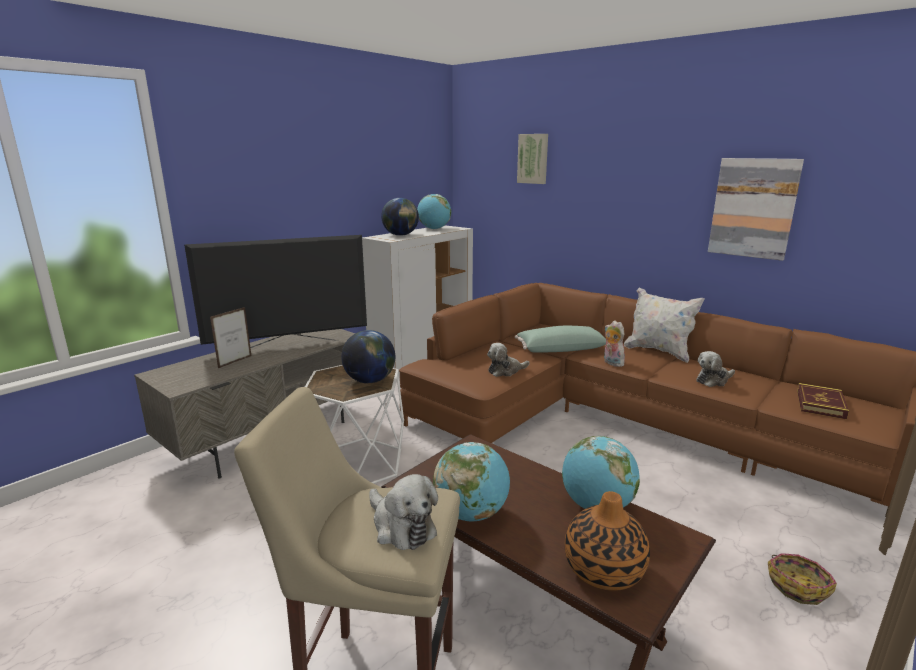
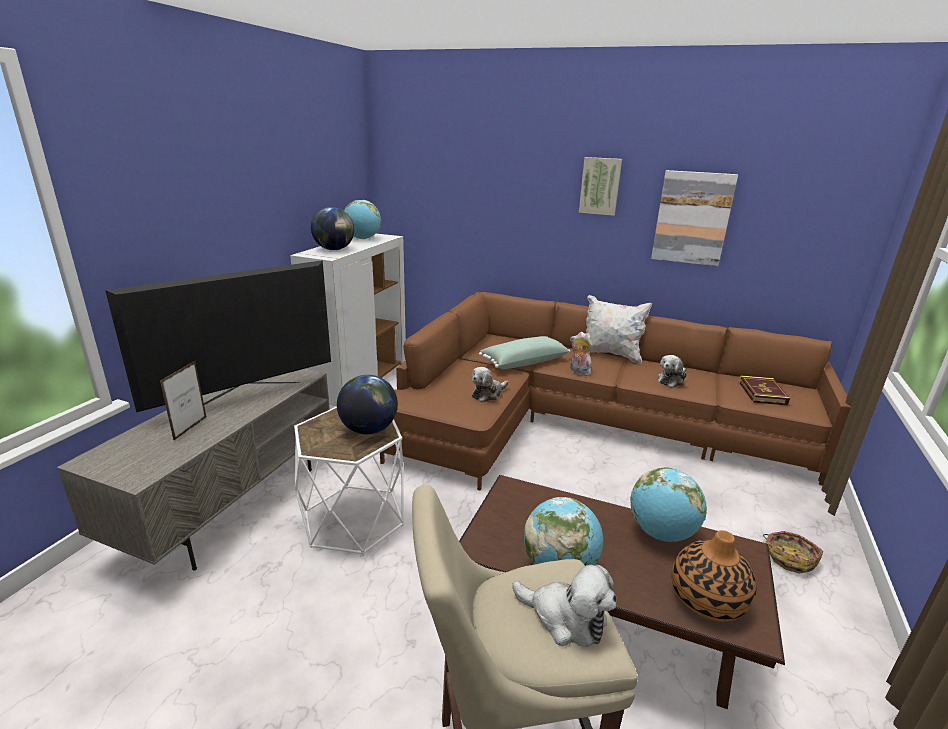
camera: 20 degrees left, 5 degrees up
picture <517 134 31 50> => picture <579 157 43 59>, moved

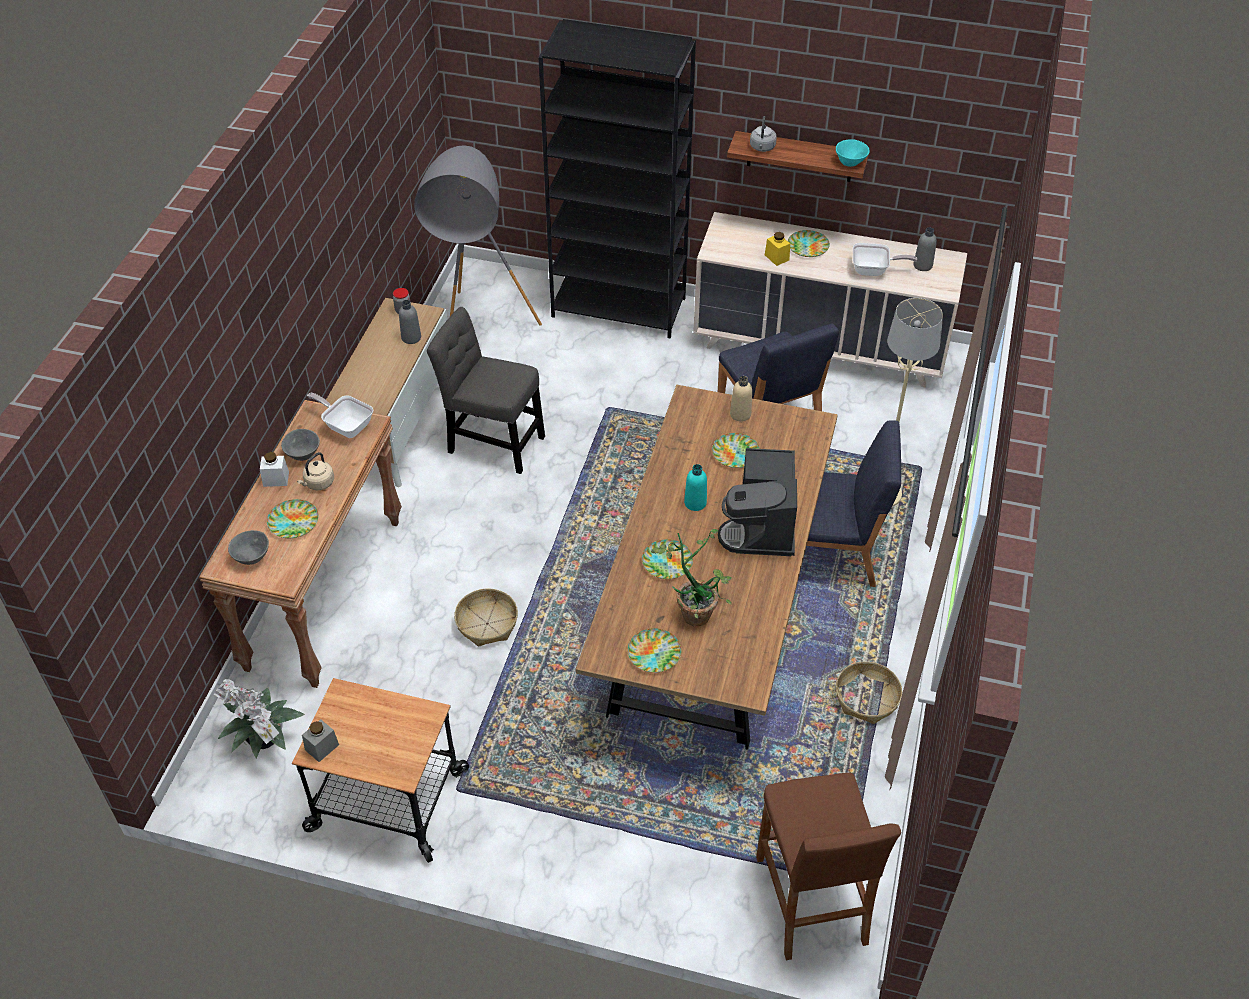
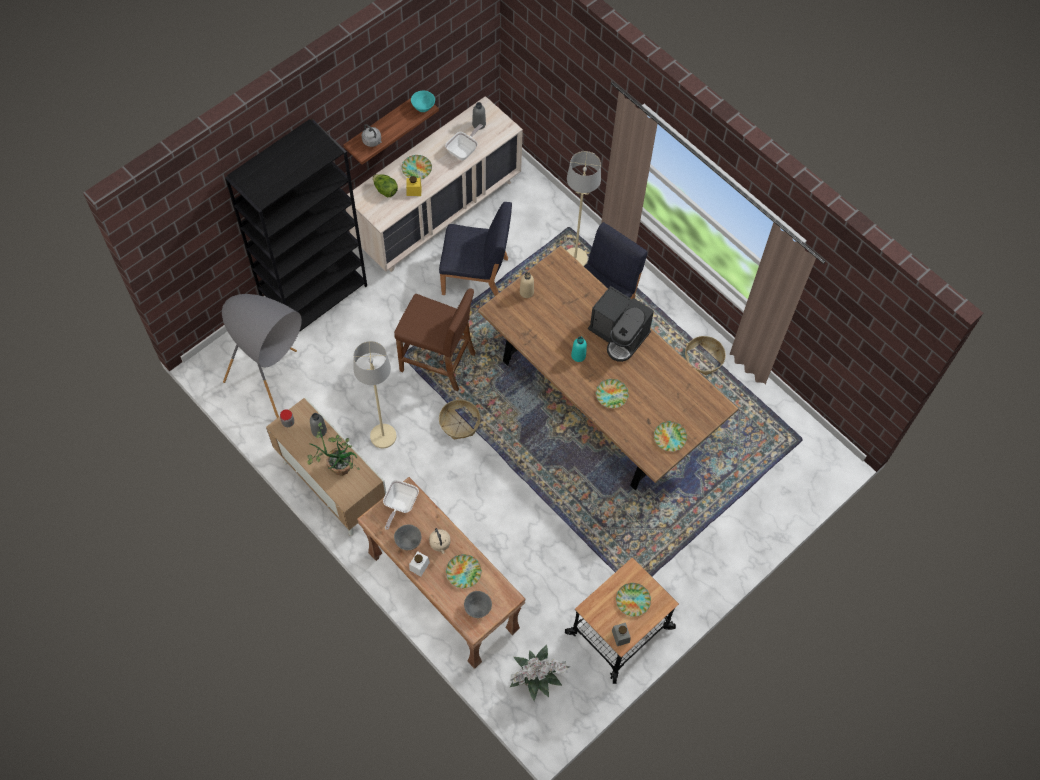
camera: 60 degrees left, 15 degrees up
grey chair <427 307 118 167> => beige floor lamp <353 341 44 107>
frying pan <307 393 66 45> => frying pan <383 480 36 50>, 45 degrees counterclockwise
plate <712 433 48 35> => plate <616 583 35 34>, moved
potted plant <651 529 81 97> => potted plant <307 422 53 54>, moved
basket <454 589 64 58> => basket <439 399 42 41>, moved
brown stool <756 772 145 188> => brown stool <394 288 82 103>, moved
nothing => lettuce <373 174 25 23>

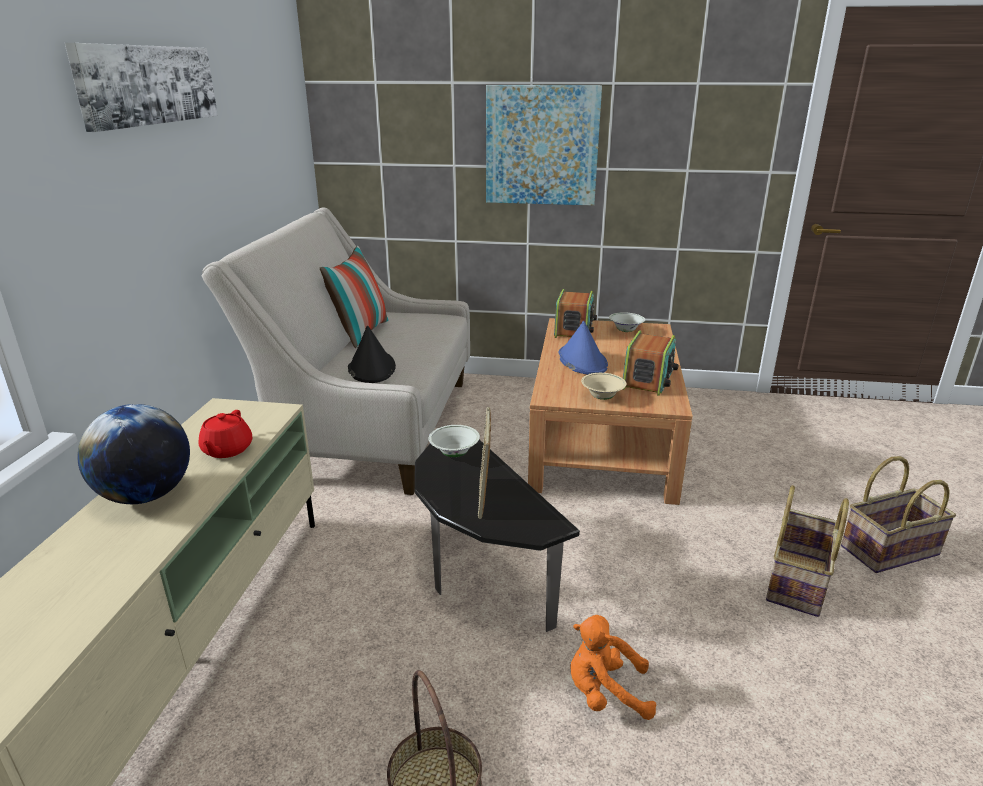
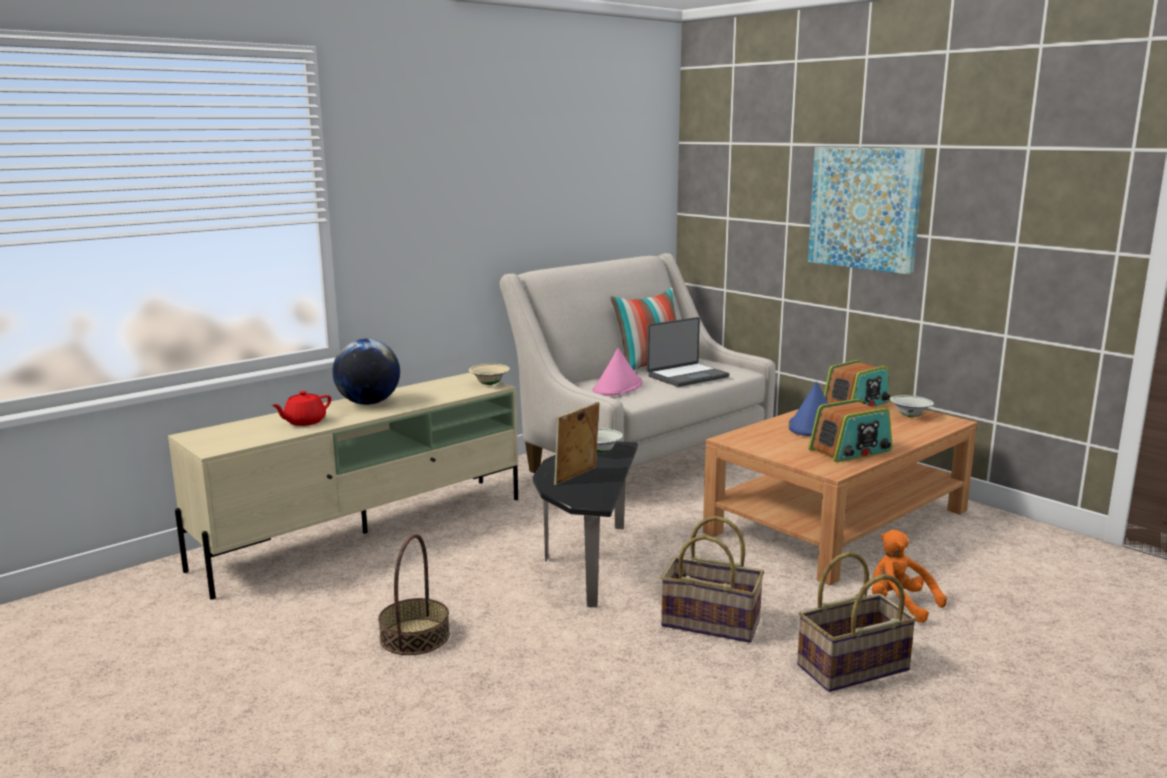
camera: 40 degrees right, 10 degrees down
picture <65 43 153 89> => nothing
black hat <348 326 48 57> => pink hat <592 348 50 48>
beige bowl <581 373 46 27> => beige bowl <469 364 41 21>, moved
red teapot <199 410 53 48> => red teapot <271 391 60 35>, moved
basket <841 456 115 117> => basket <661 516 103 127>, moved
orange plush toy <570 615 86 105> => orange plush toy <872 530 75 93>, moved
nothing => laptop <647 317 83 70>

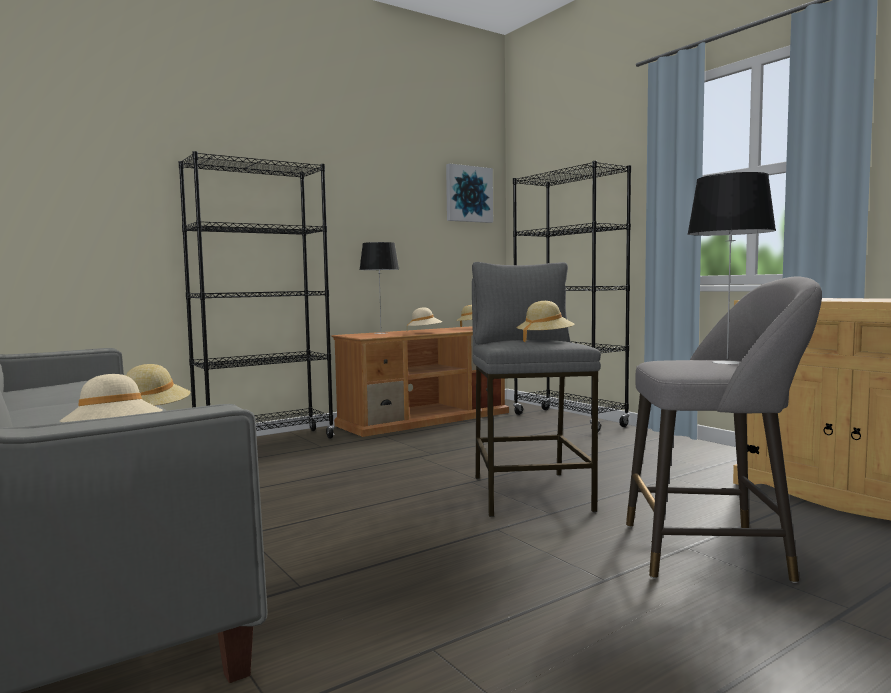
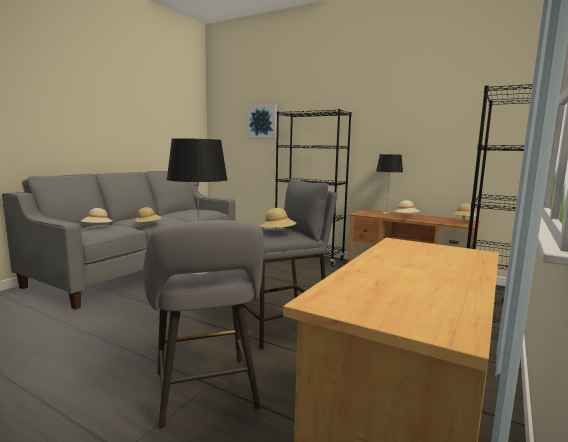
camera: 65 degrees right, 5 degrees up
picture <446 164 47 59> => picture <248 104 29 35>, moved

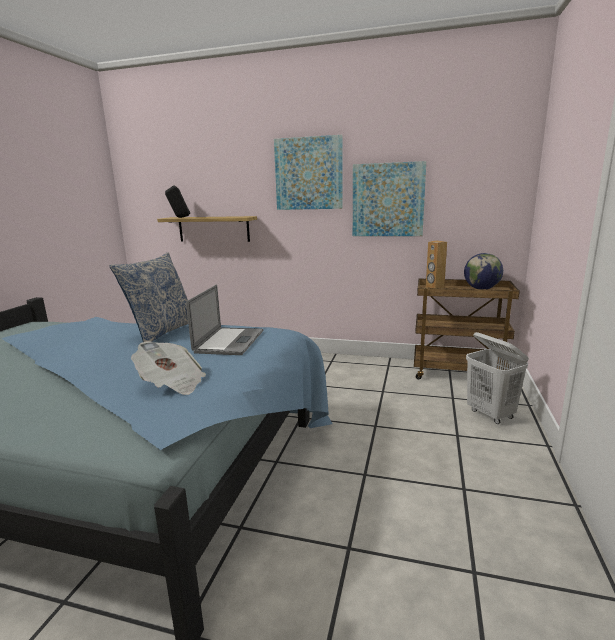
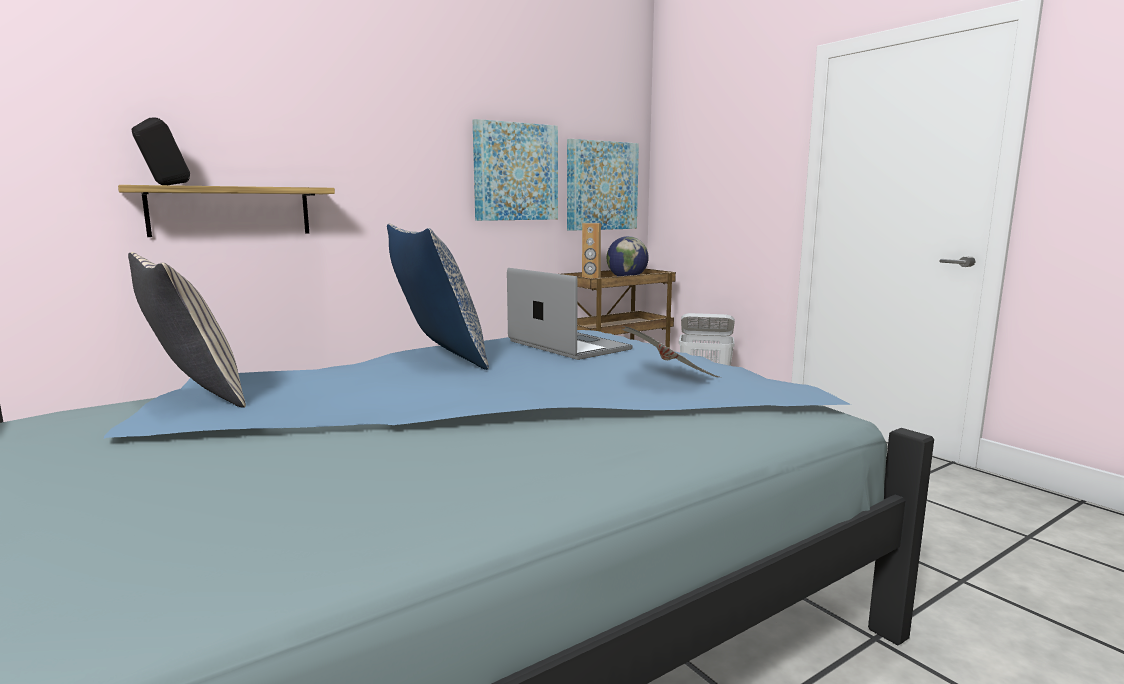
camera: 50 degrees left, 5 degrees down
picture <274 135 69 75> => picture <567 139 72 92>, moved
nothing => beige pillow <128 252 118 156>

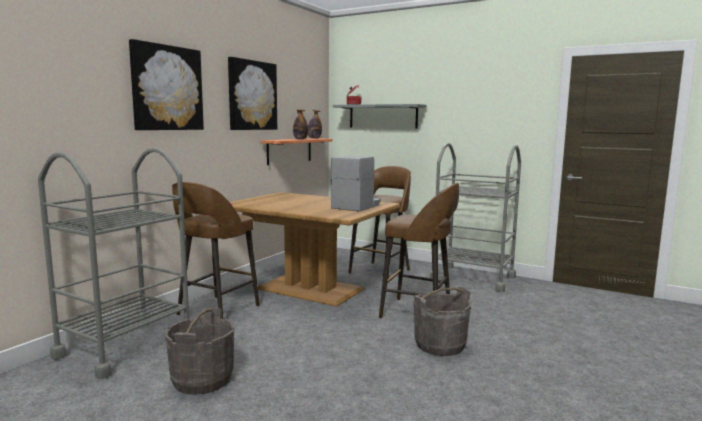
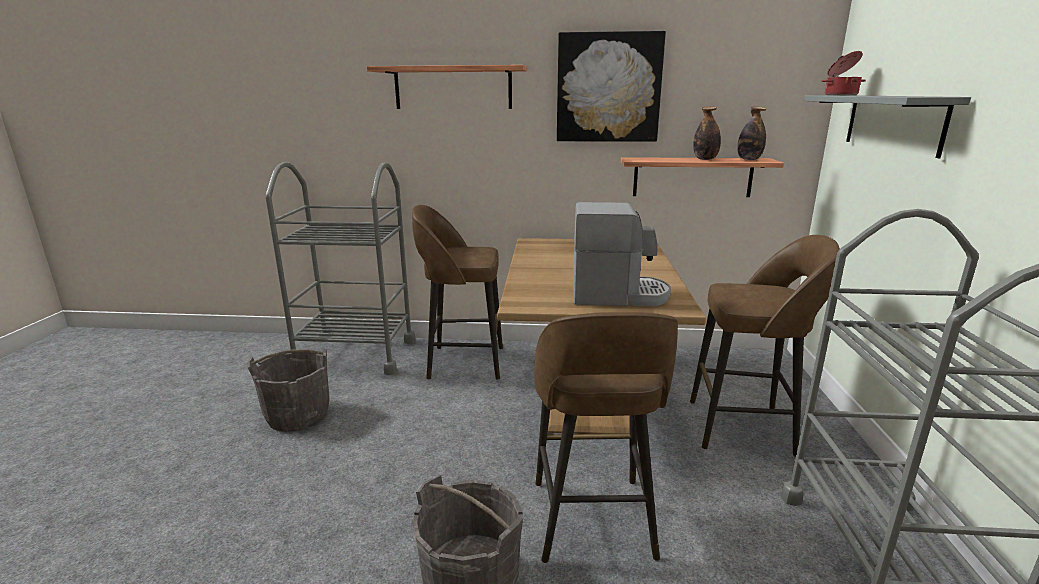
camera: 65 degrees right, 10 degrees up
picture <129 39 75 91> => shelf <367 65 160 44>

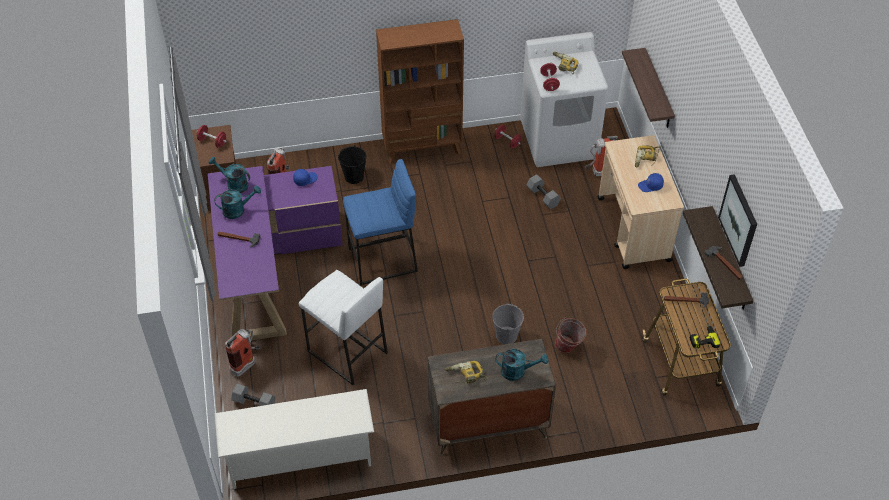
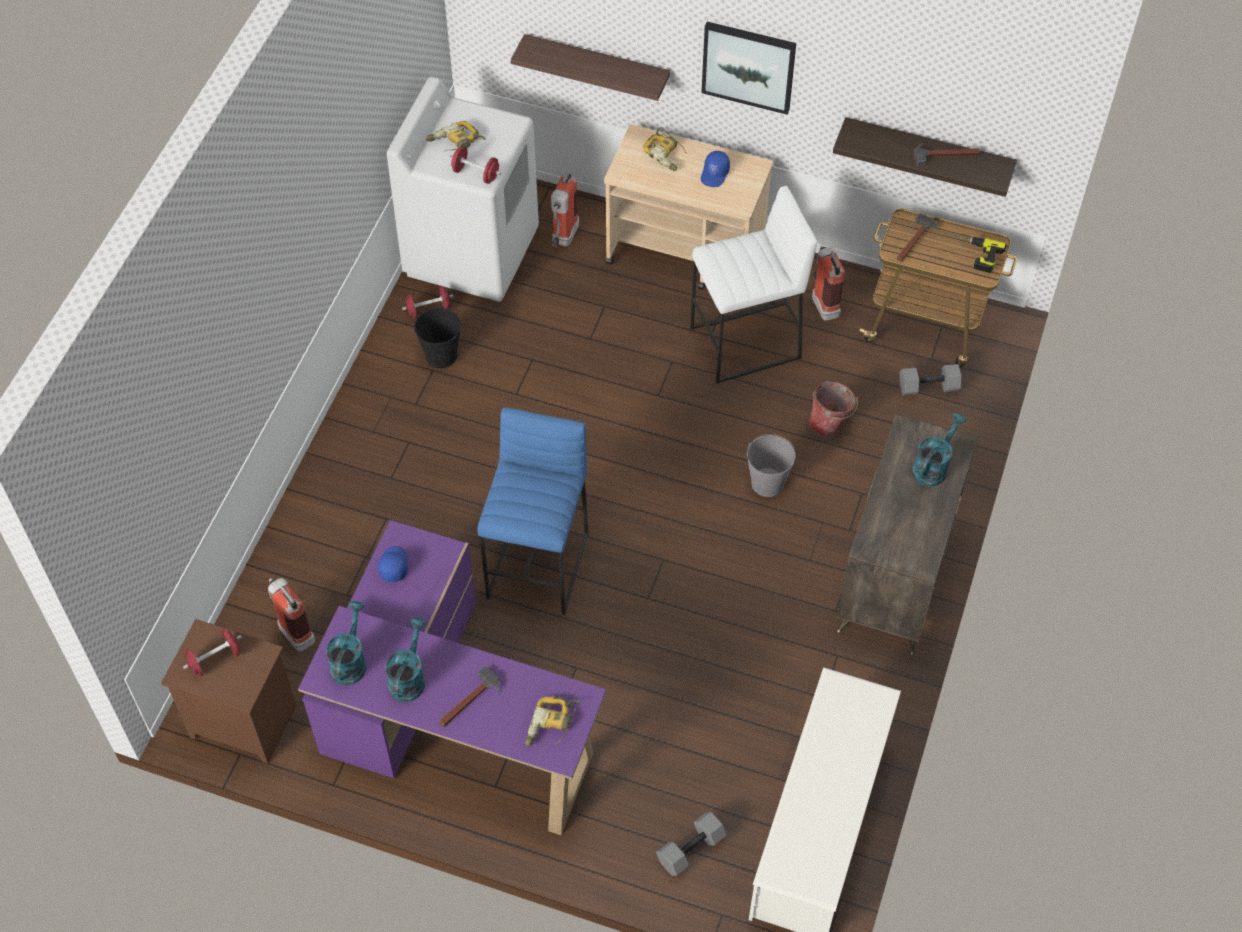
camera: 60 degrees left, 5 degrees up
brown bookcase <376 19 88 145> => nothing
black bucket <338 145 29 39> => black bucket <414 308 47 60>, moved
turquoise watering can <209 157 41 36> => turquoise watering can <326 601 40 84>, 135 degrees clockwise
grey dumbbell <526 174 35 35> => grey dumbbell <899 364 63 32>, moved
picture <718 174 39 93> => picture <701 22 95 93>, moved
white stool <299 270 89 116> => white stool <690 186 127 197>, moved
fire extinguisher <225 329 35 48> => fire extinguisher <812 246 33 75>, moved
power drill <445 361 43 23> => power drill <525 697 55 50>, moved

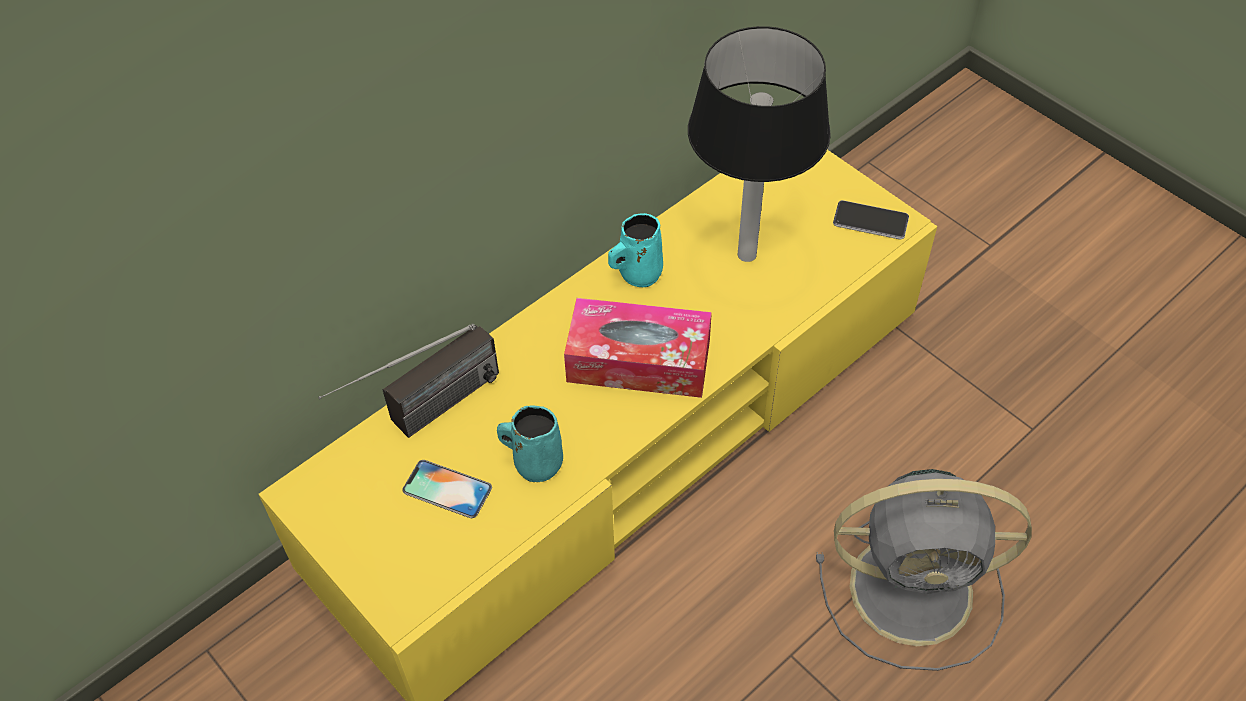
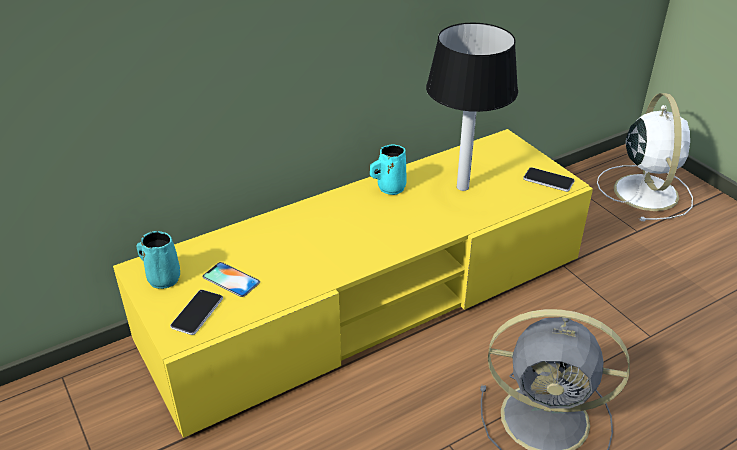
camera: 10 degrees right, 15 degrees down
tissue box <564 298 148 100> => nothing
radio <318 324 181 114> => nothing
turquoise mug <497 405 66 77> => turquoise mug <137 231 43 58>, moved
nothing => white fan <597 93 96 128>
nothing => phone <170 290 53 45>

